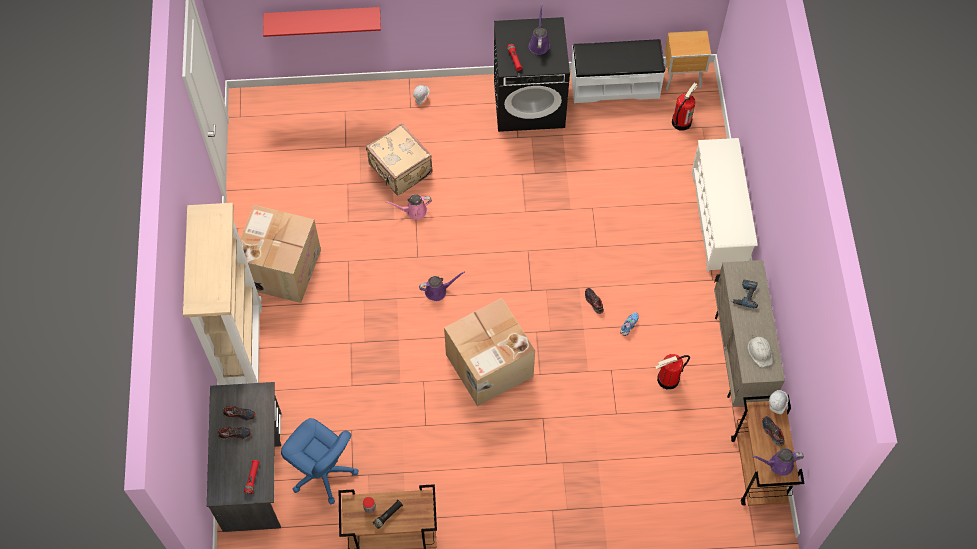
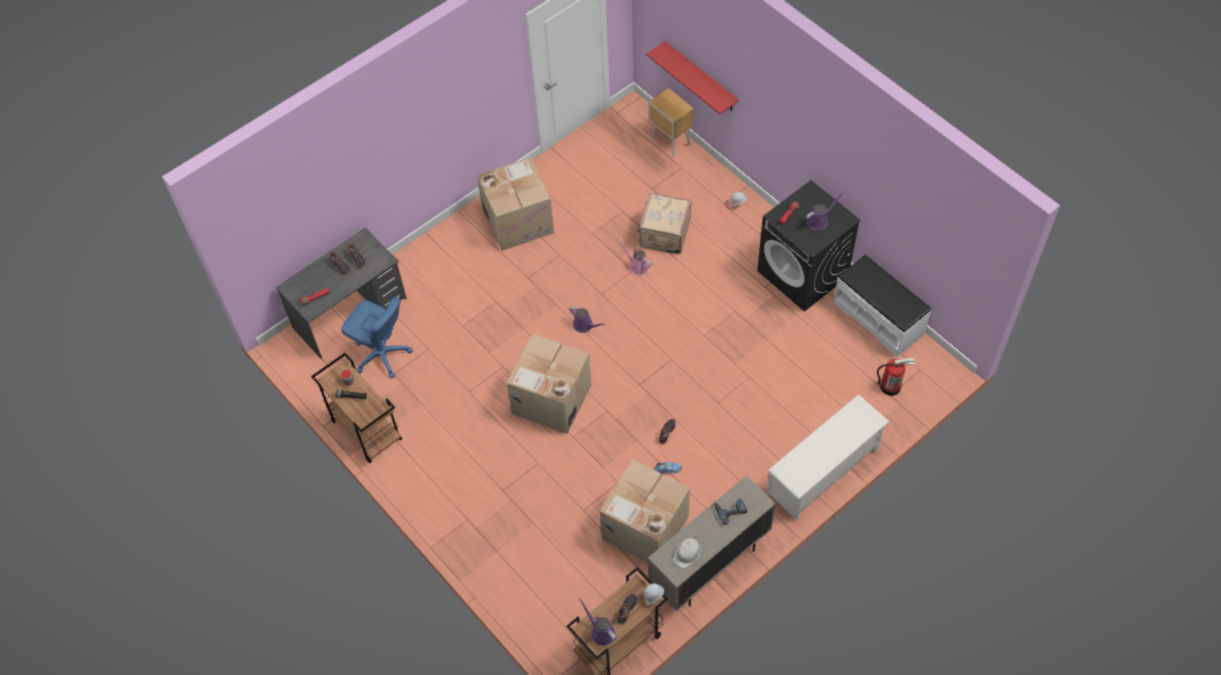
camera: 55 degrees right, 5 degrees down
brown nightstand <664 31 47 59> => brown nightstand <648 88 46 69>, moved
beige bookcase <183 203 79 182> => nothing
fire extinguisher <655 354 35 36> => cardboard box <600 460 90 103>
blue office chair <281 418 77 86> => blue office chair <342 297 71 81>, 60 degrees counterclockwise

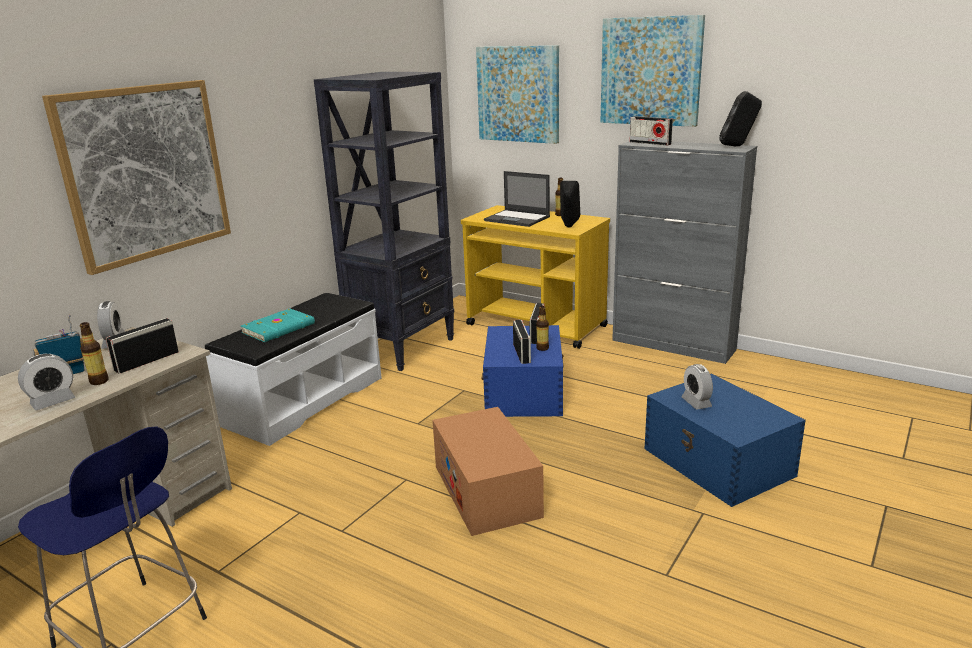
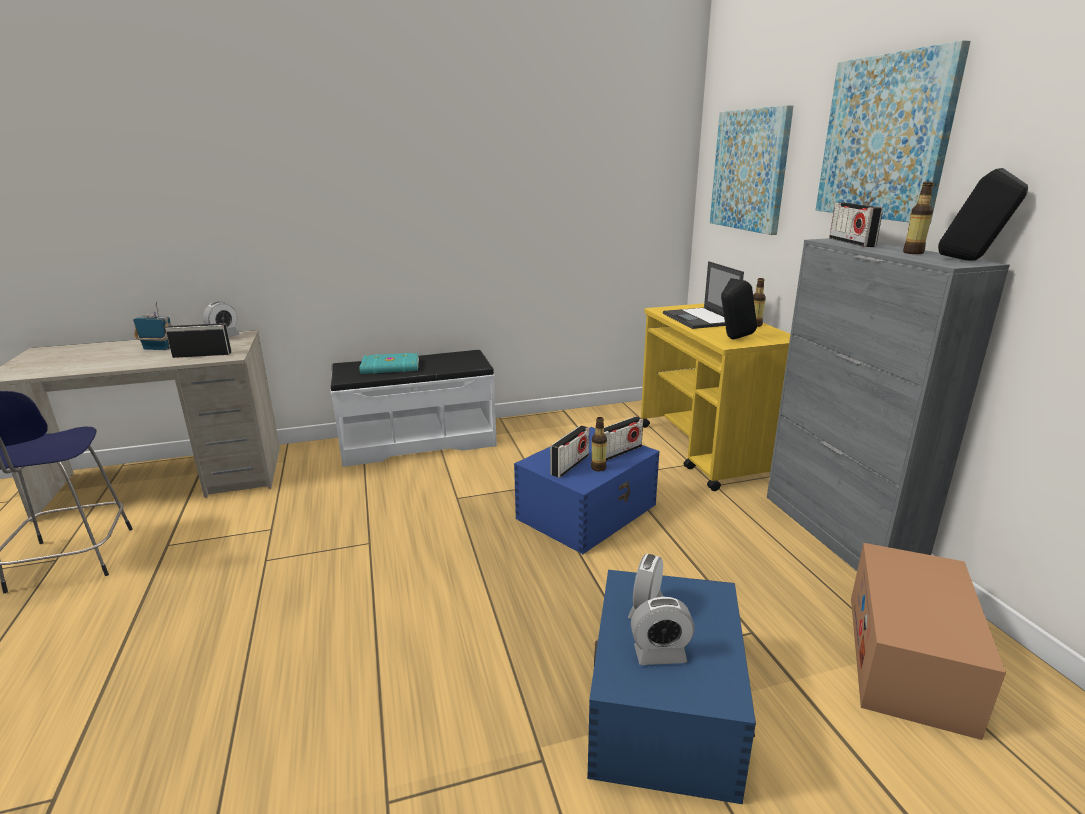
camera: 40 degrees right, 0 degrees up
black bookcase <314 72 140 299> => nothing
picture <42 80 189 195> => nothing
bottle <80 322 29 63> => bottle <903 182 30 72>, moved
alarm clock <18 354 57 56> => alarm clock <631 597 64 68>, moved
cardboard box <433 407 111 129> => cardboard box <851 543 155 197>, moved

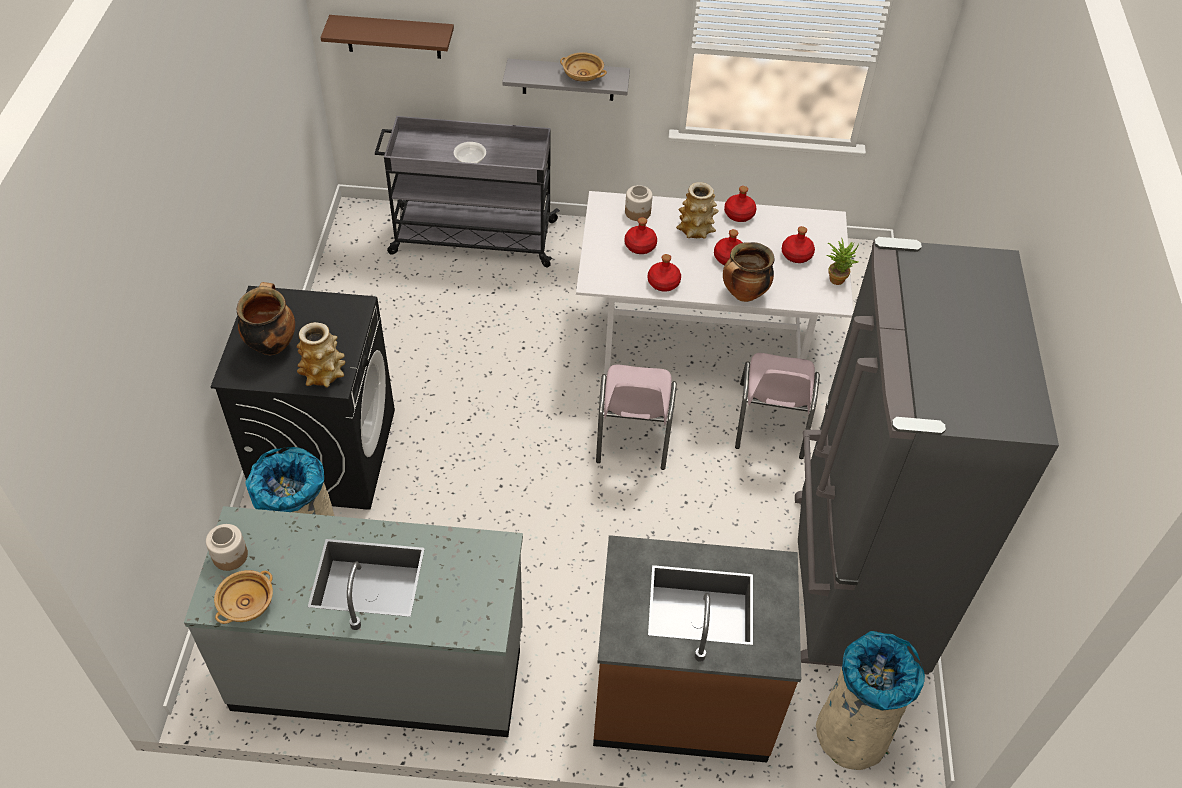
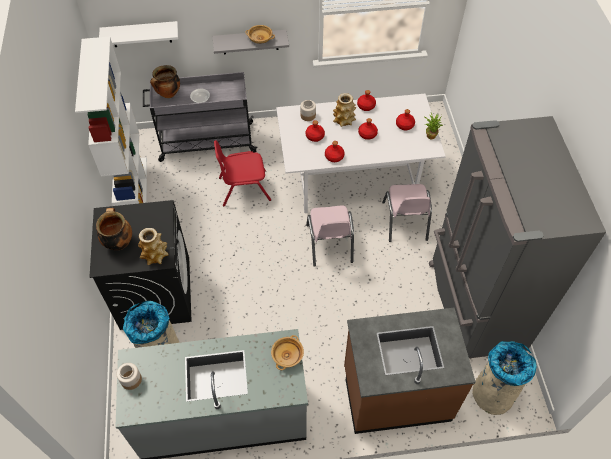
camera: 10 degrees left, 5 degrees up
brown shelf <320 15 134 44> => white shelf <99 21 79 26>
cooking pot <723 242 51 60> => cooking pot <150 65 30 33>, moved
beige bowl <214 570 59 54> => beige bowl <271 335 33 35>, moved
nothing => white bookcase <75 37 72 169>
nothing => red chair <214 140 57 66>

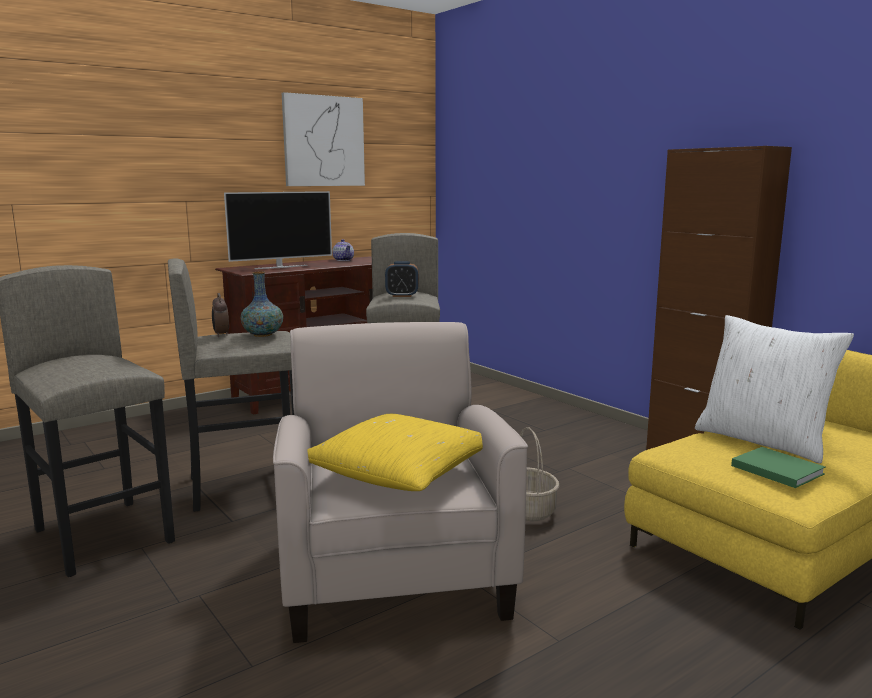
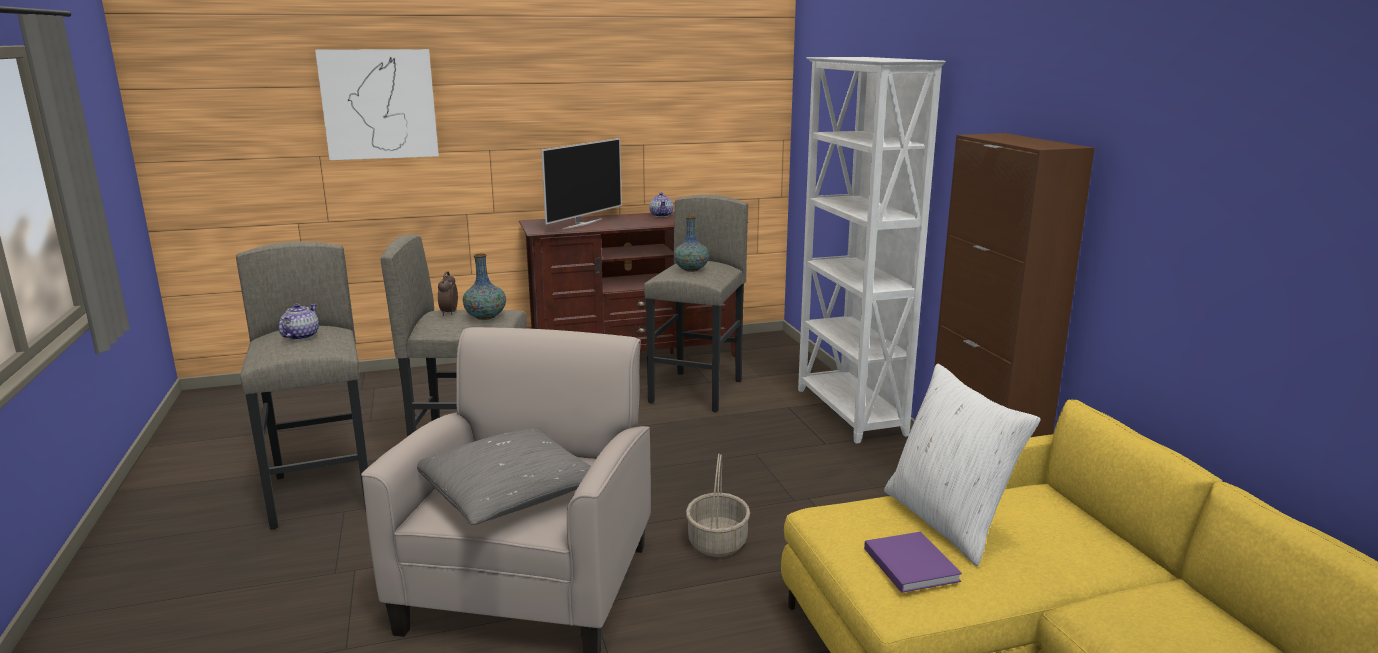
camera: 20 degrees right, 5 degrees up
picture <282 92 83 94> => picture <315 49 124 111>, moved
television <224 191 108 78> => television <541 138 81 91>, 45 degrees counterclockwise
alarm clock <385 261 34 36> => vase <674 216 35 56>
yellow pillow <307 414 176 77> => grey pillow <417 427 174 98>
green book <731 447 94 41> => purple book <864 532 98 61>
nothing => white bookcase <798 57 148 387>
nothing => teapot <279 303 40 37>

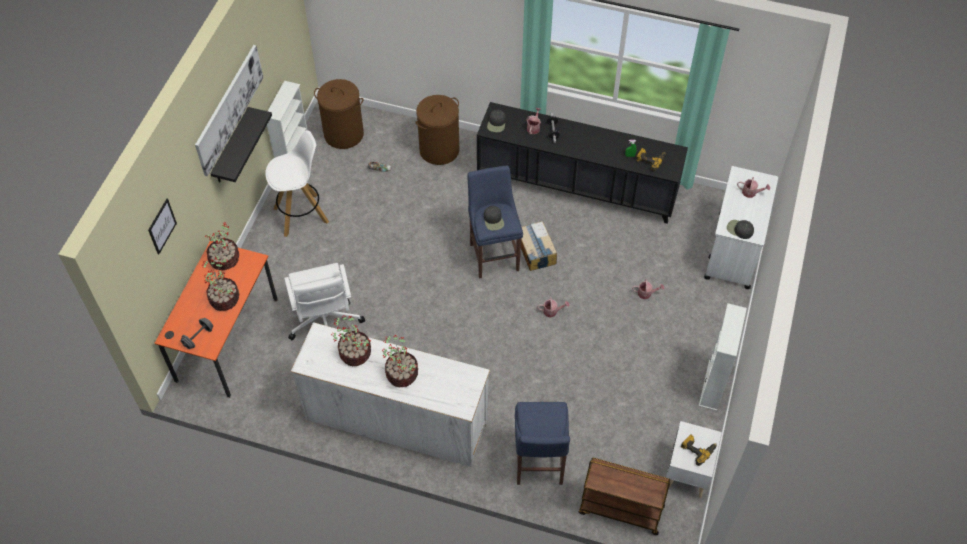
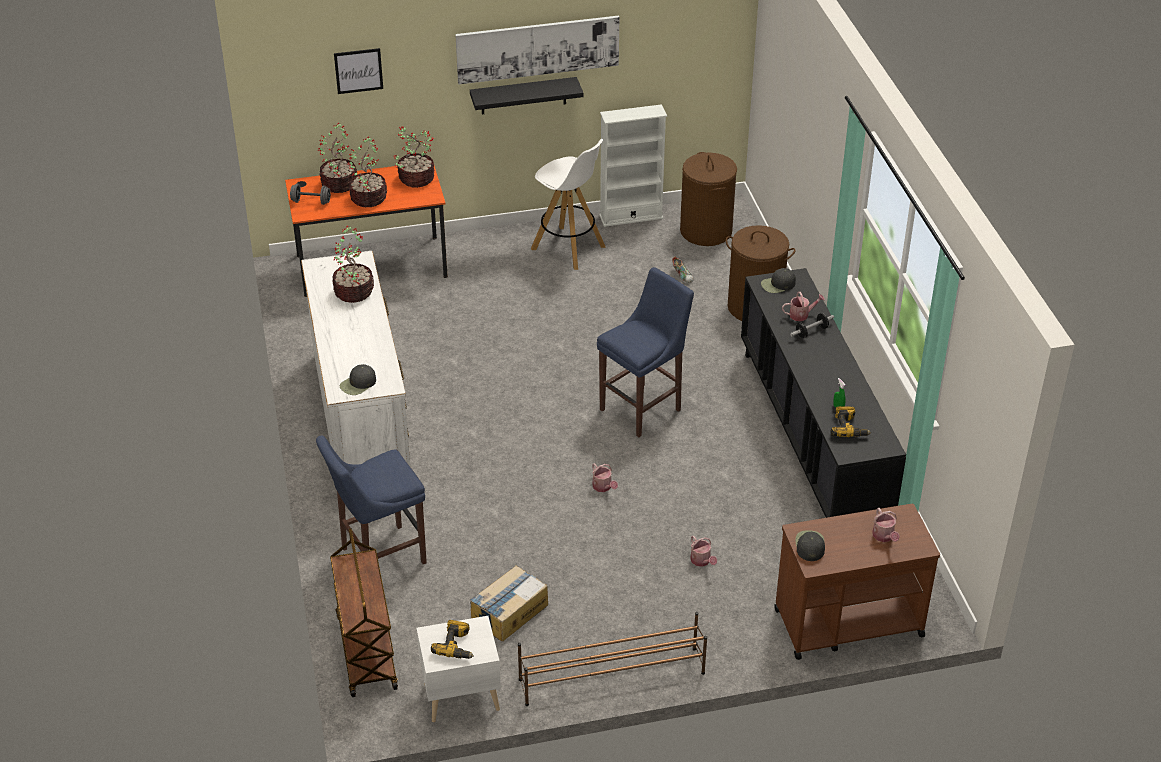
camera: 60 degrees right, 15 degrees down
white cart <704 166 74 123> => brown cart <774 504 166 156>
black cap <484 206 20 24> => black cap <340 364 36 31>, moved
cardboard box <521 221 36 50> => cardboard box <470 565 78 77>, moved
white office chair <284 263 81 77> => nothing
white bookcase <699 303 48 108> => brown shoe rack <518 612 189 94>
potted plant <382 335 36 52> => potted plant <318 123 39 70>, moved

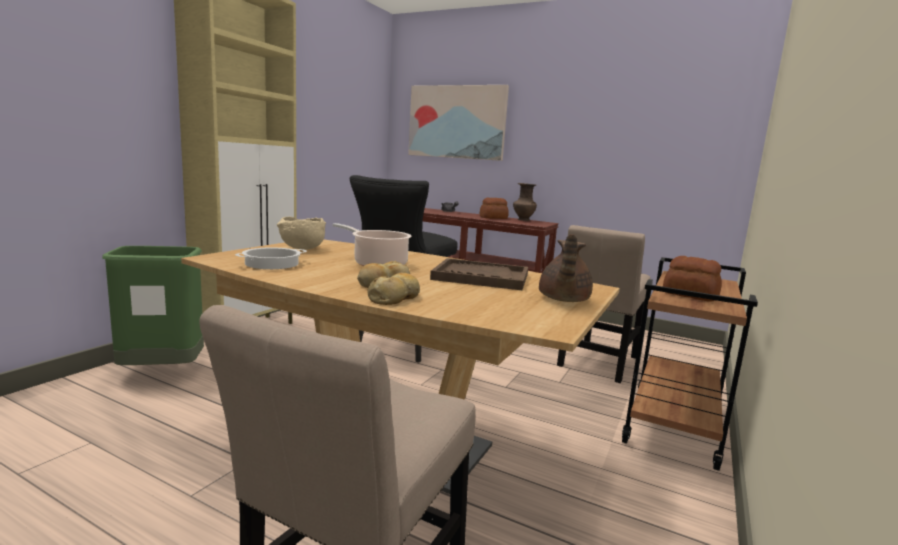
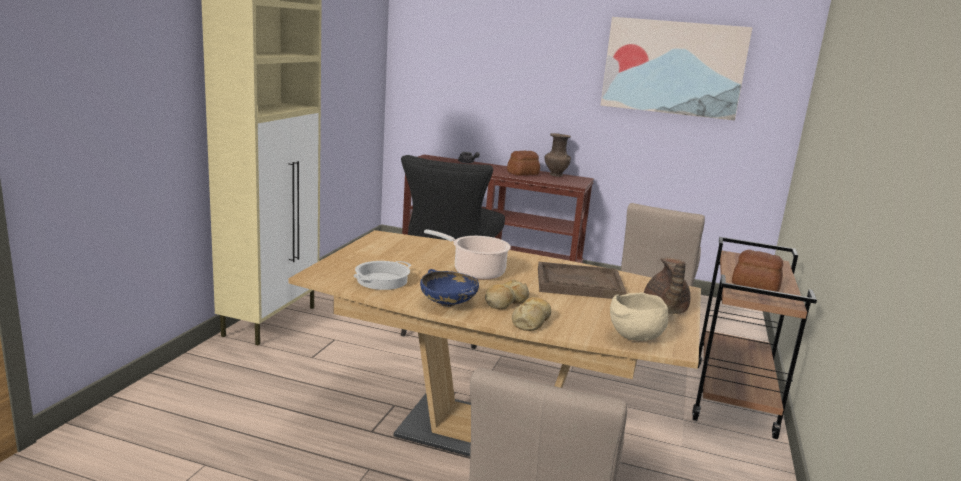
camera: 10 degrees left, 5 degrees up
picture <408 85 101 76> => picture <600 17 153 104>, moved
beige bowl <277 217 49 33> => beige bowl <610 292 58 49>, moved
green trash can <102 246 102 119> => nothing
nothing => blue bowl <420 269 59 38>

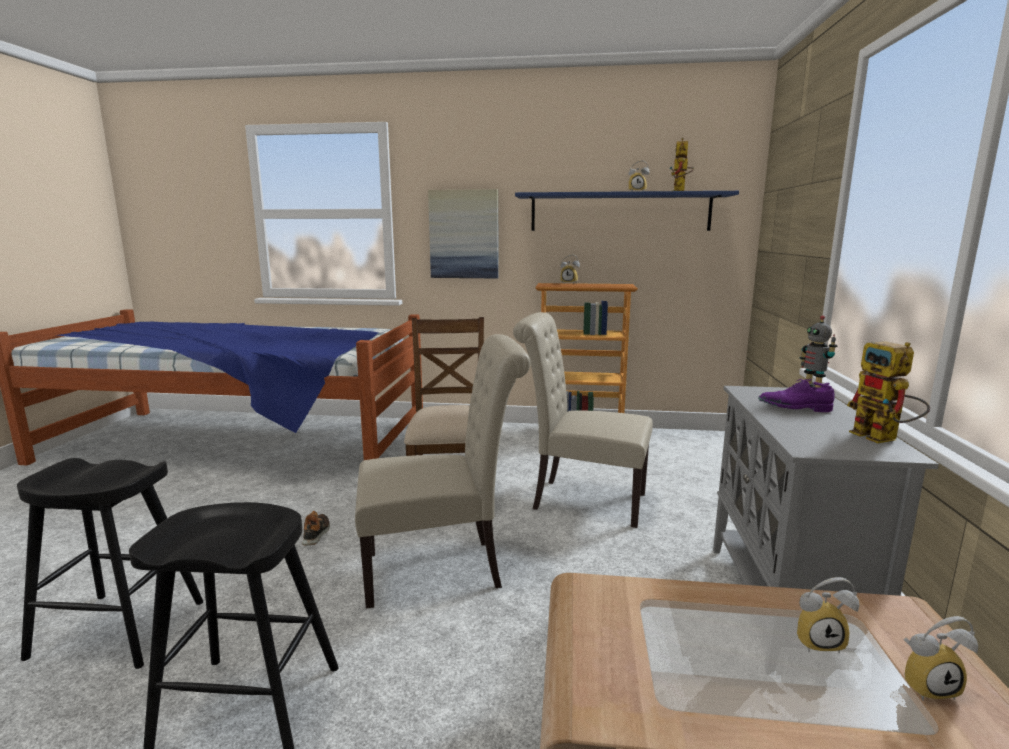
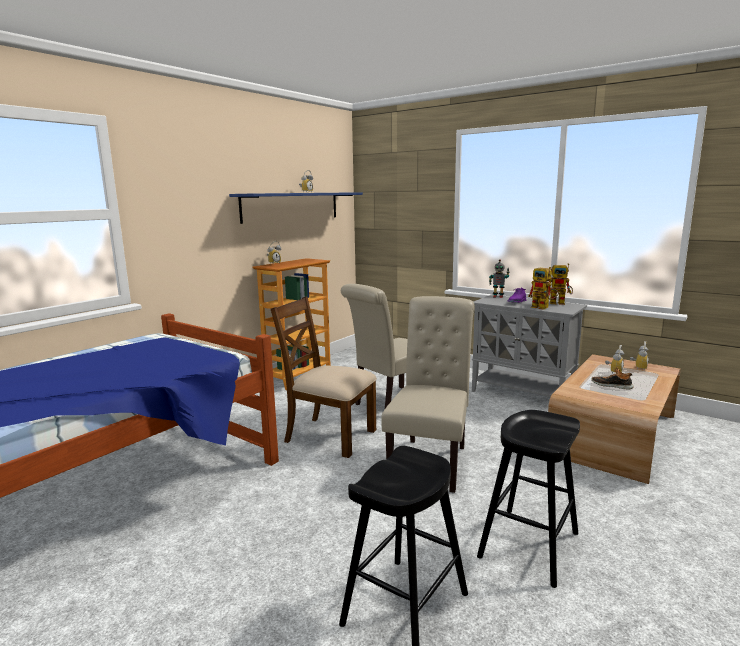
camera: 60 degrees left, 0 degrees up
toy robot <670 138 24 53> => toy robot <528 267 31 43>, moved
picture <428 189 71 89> => nothing
shoe <302 511 28 34> => shoe <592 367 42 23>, moved

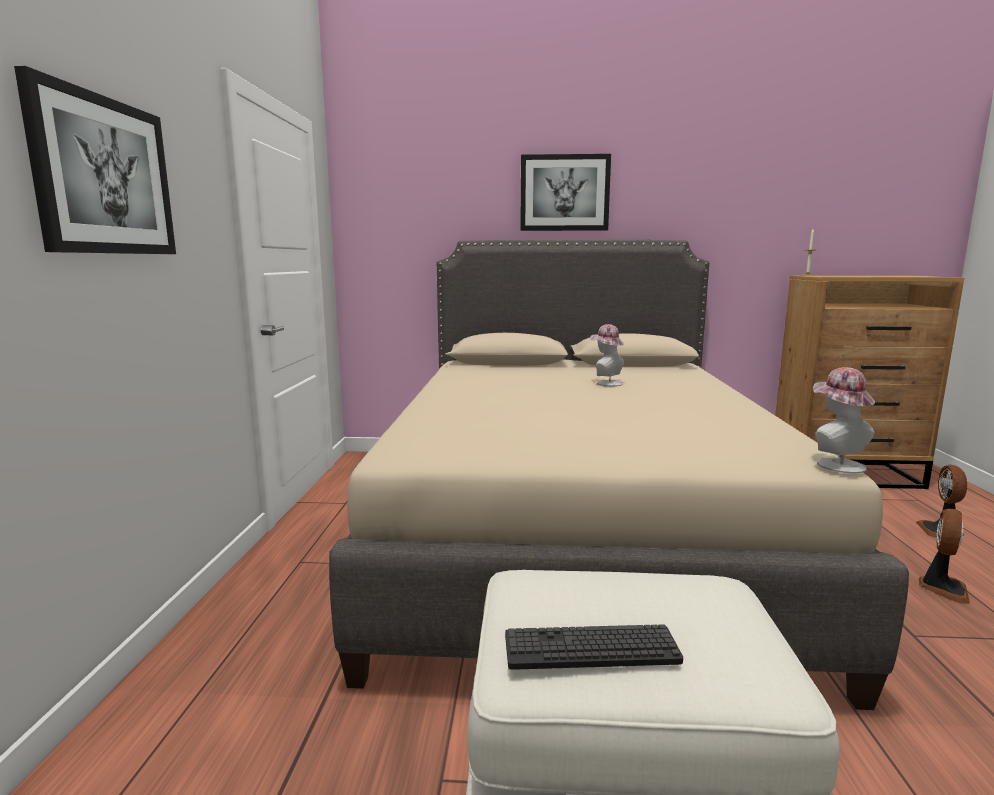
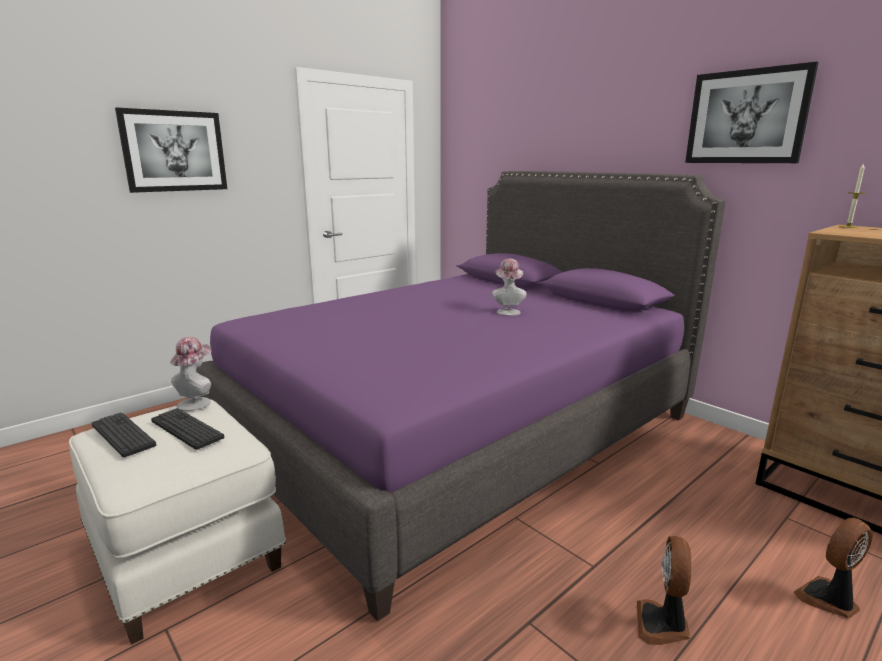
camera: 45 degrees right, 5 degrees up
picture <520 154 91 77> => picture <685 61 134 102>, moved
beige bed <329 240 580 470> => purple bed <196 171 530 450>
hat <813 367 62 106> => hat <170 337 41 74>, moved
fan <919 509 51 95> => fan <637 536 54 109>, 120 degrees clockwise
nothing => keyboard <151 408 73 42>

